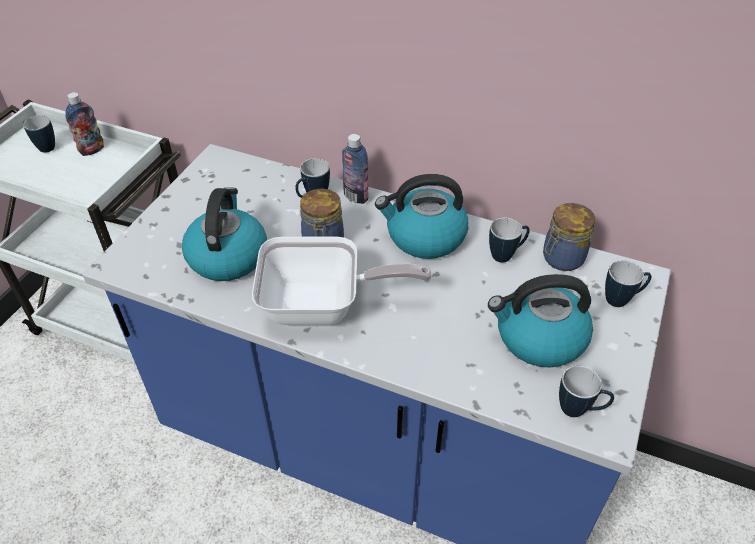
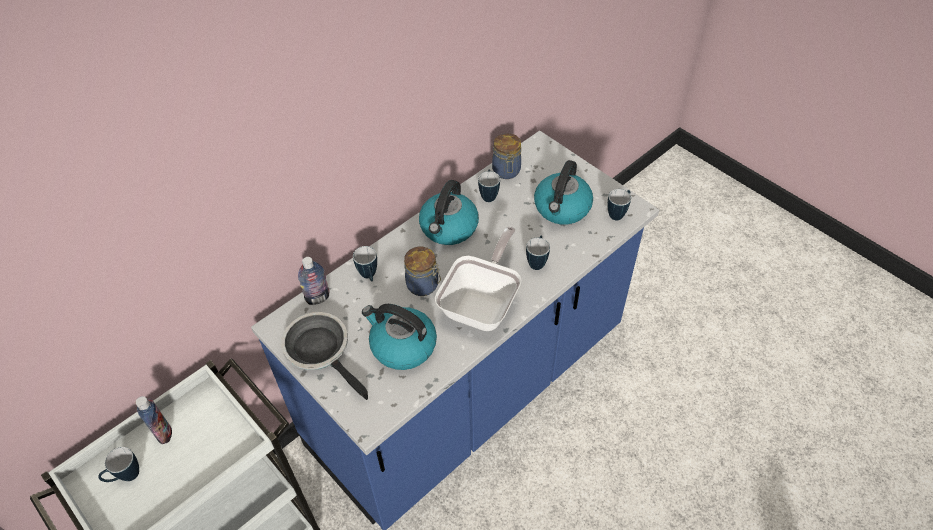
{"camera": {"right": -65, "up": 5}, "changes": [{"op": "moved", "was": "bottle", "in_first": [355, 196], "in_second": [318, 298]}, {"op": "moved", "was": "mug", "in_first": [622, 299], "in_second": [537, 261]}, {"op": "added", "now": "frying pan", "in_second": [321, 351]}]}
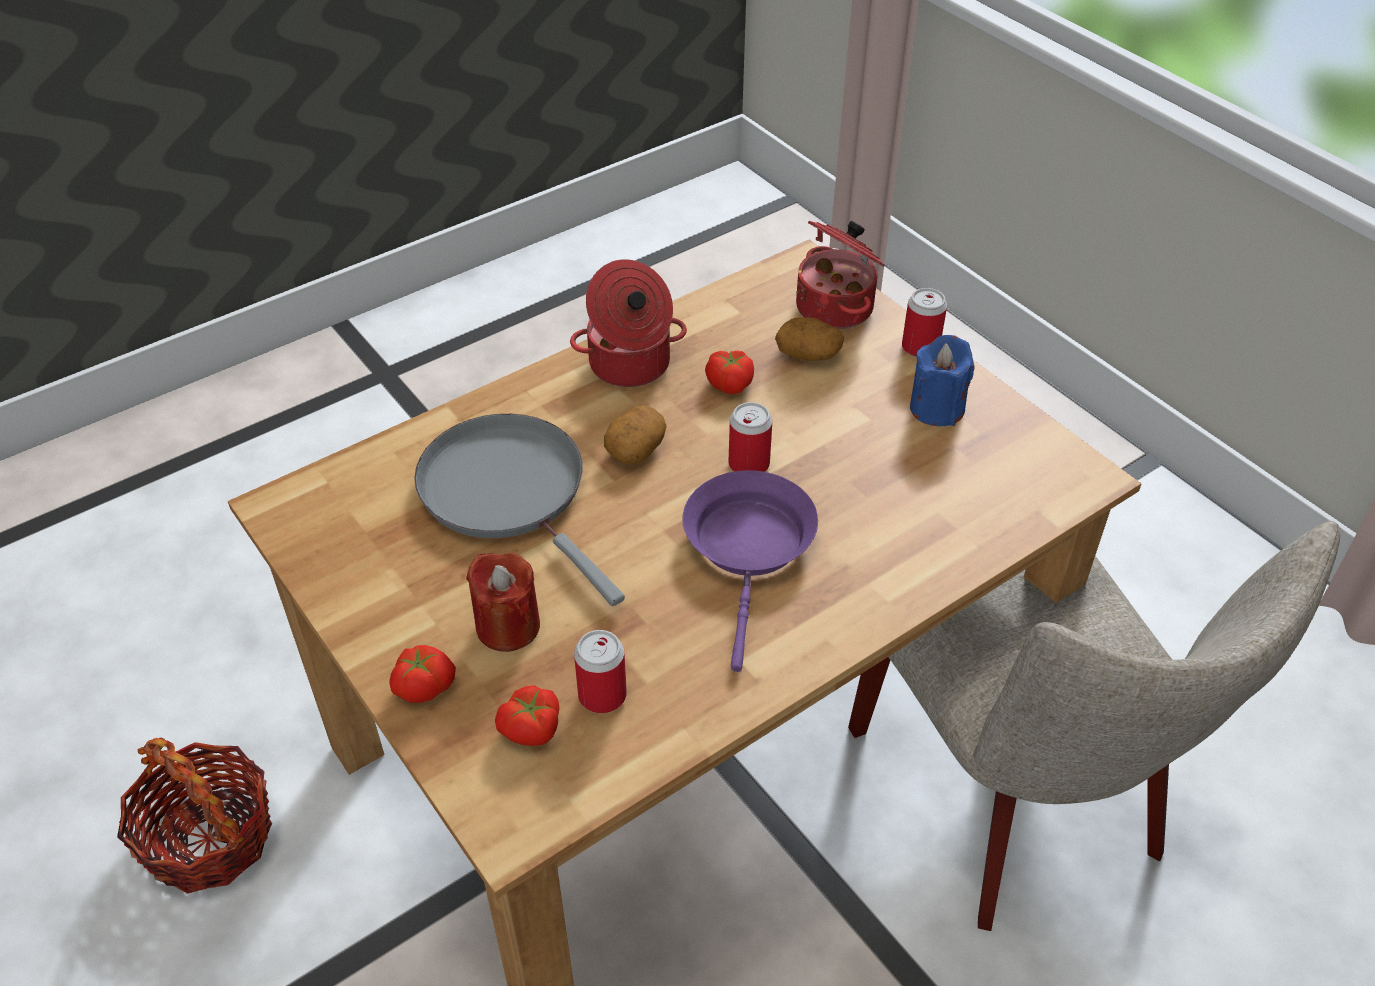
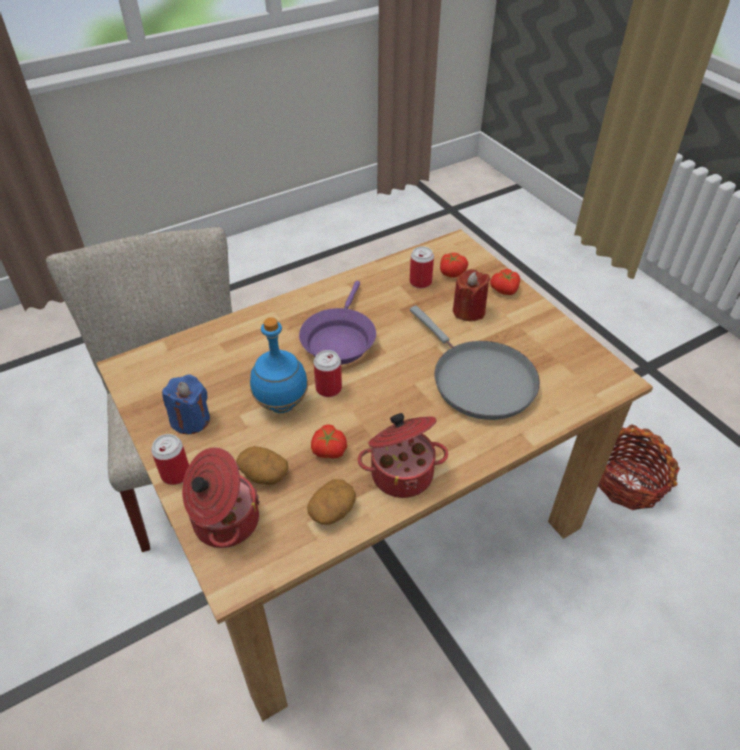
{"camera": {"right": -175, "up": 0}, "changes": [{"op": "moved", "was": "potato", "in_first": [635, 448], "in_second": [332, 511]}, {"op": "added", "now": "bottle (blue)", "in_second": [281, 404]}]}
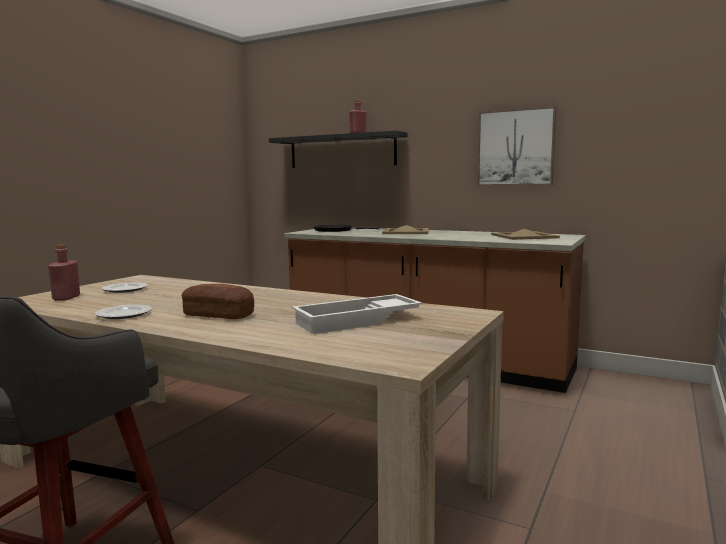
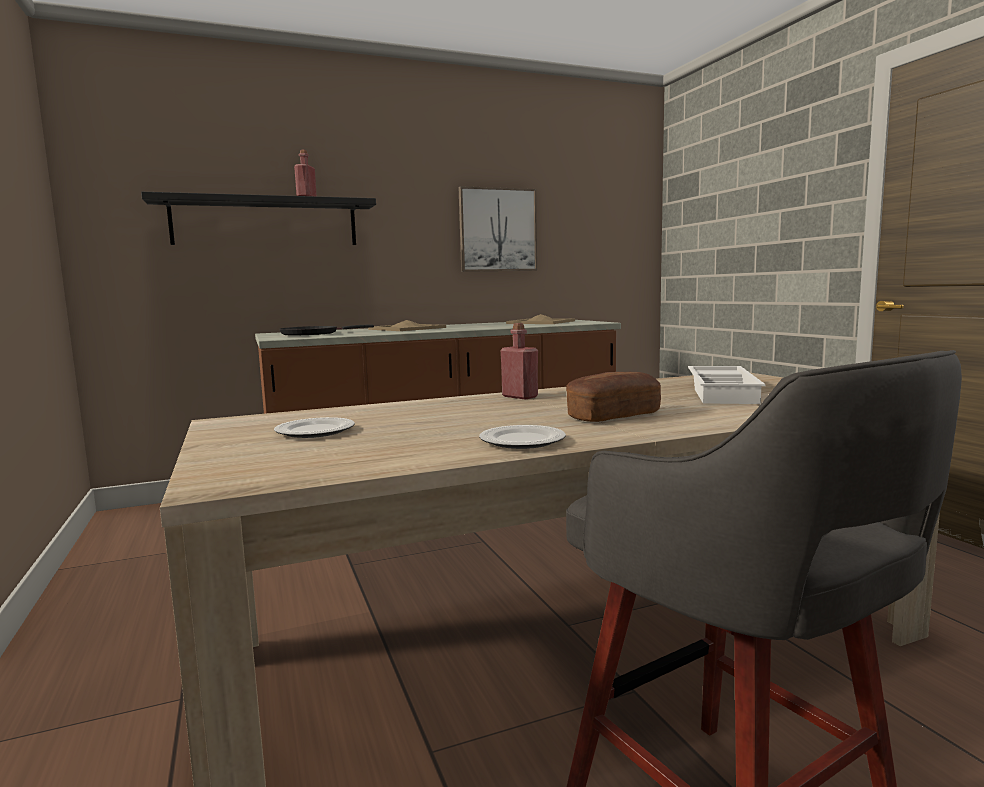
{"camera": {"right": -50, "up": 0}, "changes": [{"op": "moved", "was": "bottle (red)", "in_first": [66, 298], "in_second": [520, 396]}]}
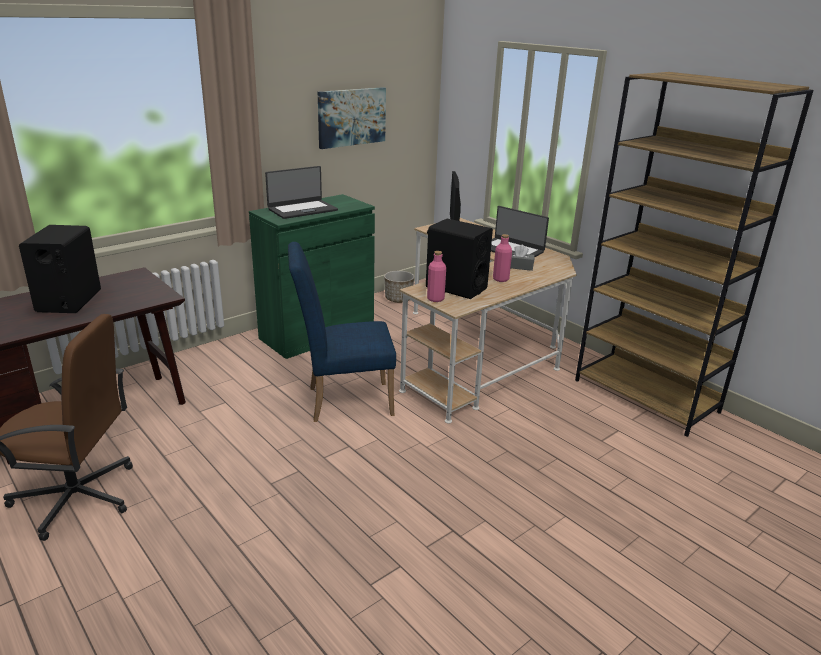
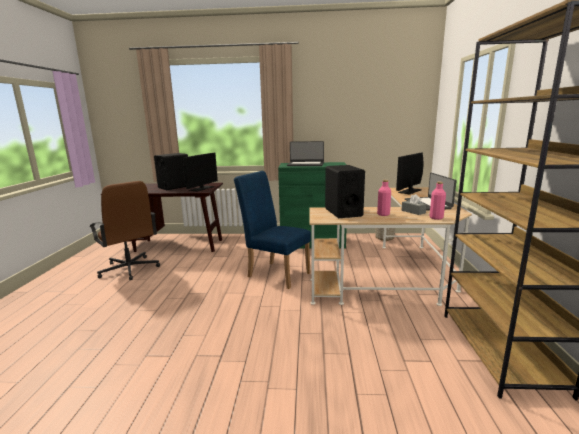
{"camera": {"right": 45, "up": -10}, "changes": [{"op": "removed", "was": "picture", "in_first": [351, 117]}, {"op": "moved", "was": "bottle (pink)", "in_first": [435, 299], "in_second": [436, 218]}, {"op": "added", "now": "monitor", "in_second": [201, 188]}]}
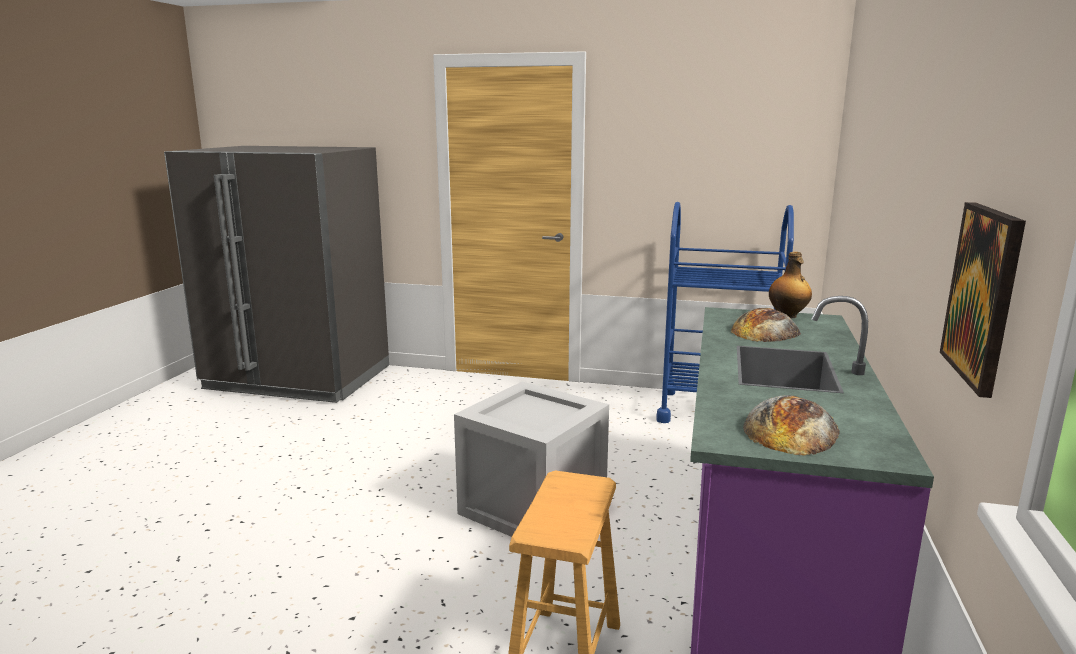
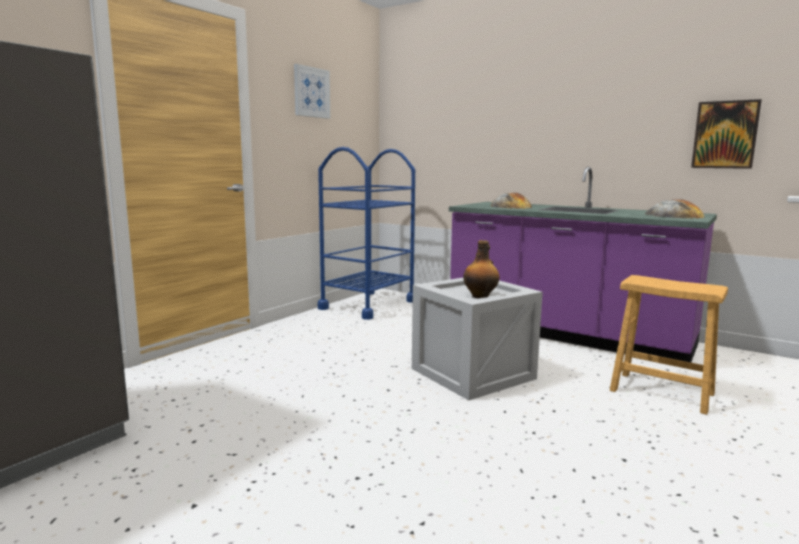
{"camera": {"right": -70, "up": -5}, "changes": [{"op": "moved", "was": "bottle", "in_first": [787, 316], "in_second": [480, 296]}, {"op": "added", "now": "picture", "in_second": [311, 92]}]}
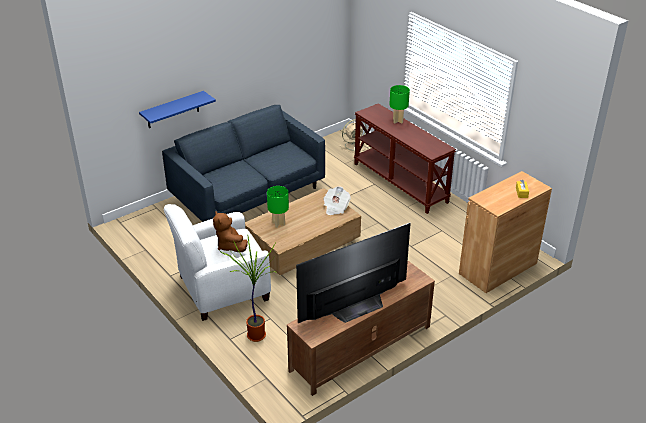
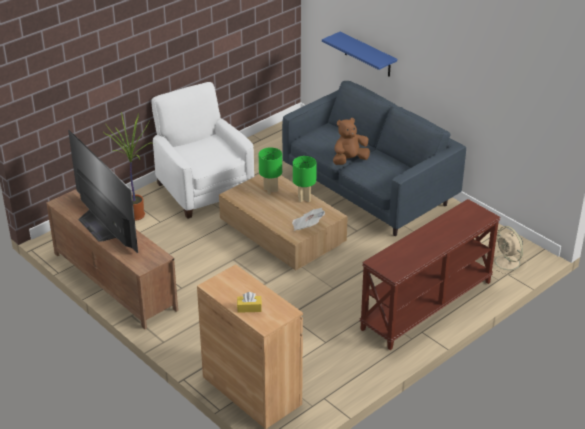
{"camera": {"right": 85, "up": 0}, "changes": [{"op": "moved", "was": "plush toy (brown)", "in_first": [230, 246], "in_second": [349, 160]}, {"op": "moved", "was": "table lamp (green)", "in_first": [398, 121], "in_second": [304, 199]}]}
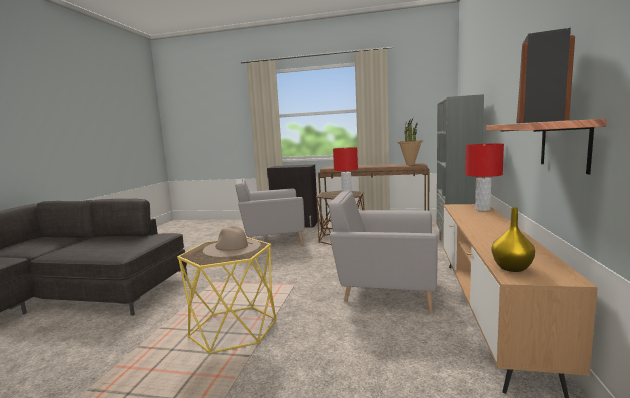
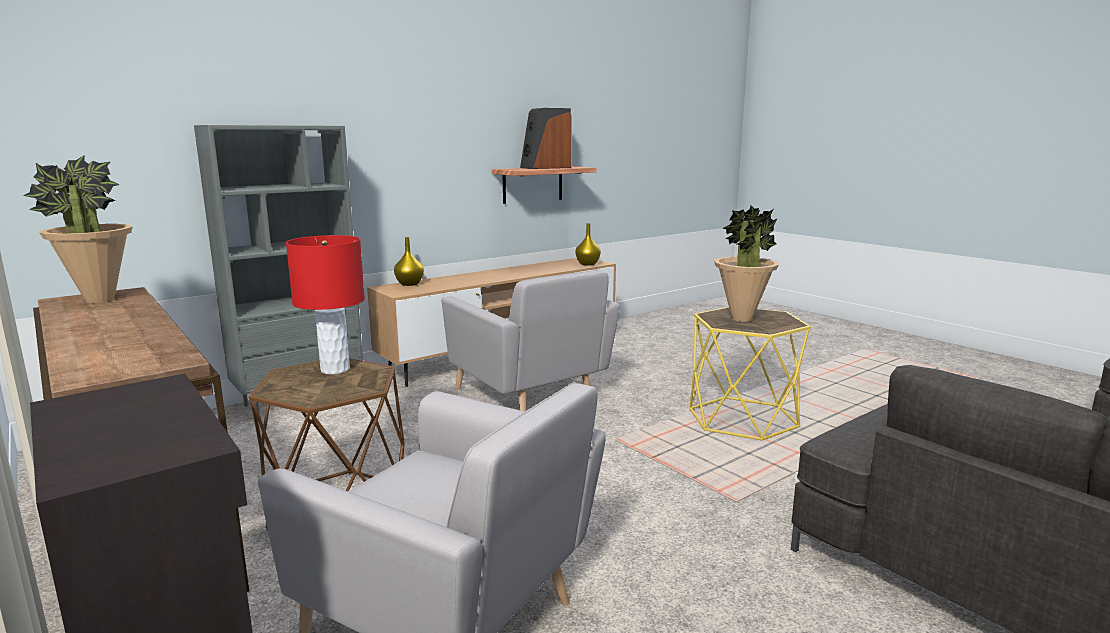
{"camera": {"right": -140, "up": 5}, "changes": [{"op": "replaced", "was": "hat (beige)", "now": "potted plant", "in_first": [231, 247], "in_second": [742, 319]}, {"op": "replaced", "was": "table lamp (red)", "now": "vase (yellow)", "in_first": [482, 209], "in_second": [409, 284]}]}
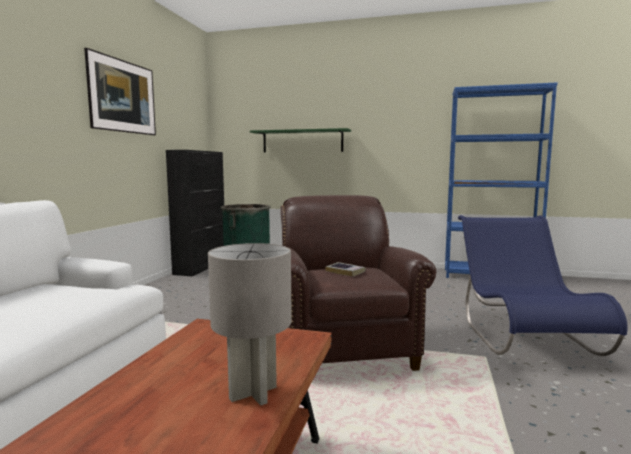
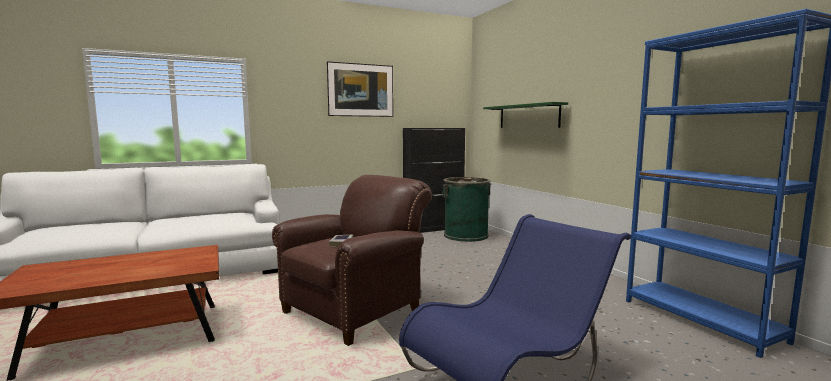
{"camera": {"right": 50, "up": 0}, "changes": [{"op": "removed", "was": "table lamp (grey)", "in_first": [252, 393]}]}
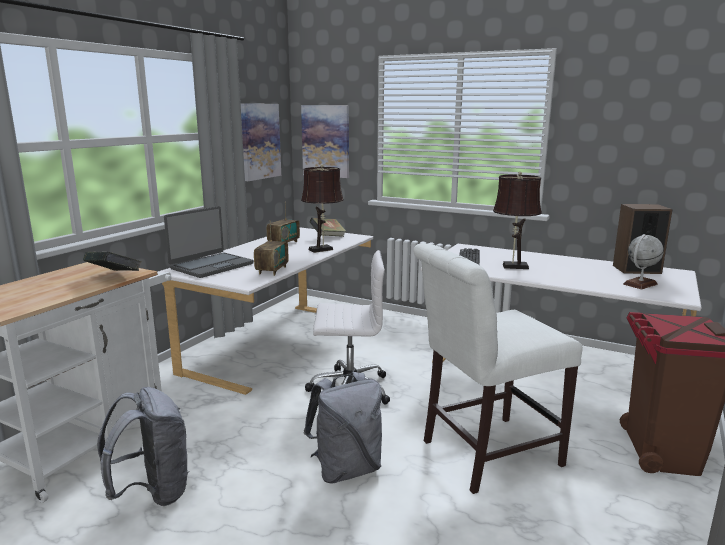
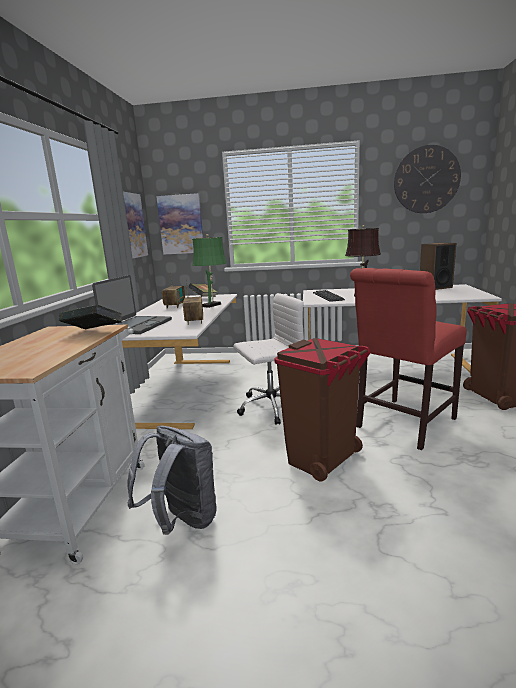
{"camera": {"right": -20, "up": 0}, "changes": [{"op": "recoloured", "was": "table lamp (brown)", "now": "table lamp (green)", "in_first": [323, 249], "in_second": [213, 305]}, {"op": "replaced", "was": "backpack (grey)", "now": "trash can (brown)", "in_first": [346, 469], "in_second": [322, 459]}, {"op": "recoloured", "was": "chair (white)", "now": "chair (red)", "in_first": [484, 454], "in_second": [402, 424]}, {"op": "removed", "was": "globe", "in_first": [640, 284]}, {"op": "added", "now": "wall clock", "in_second": [426, 180]}]}
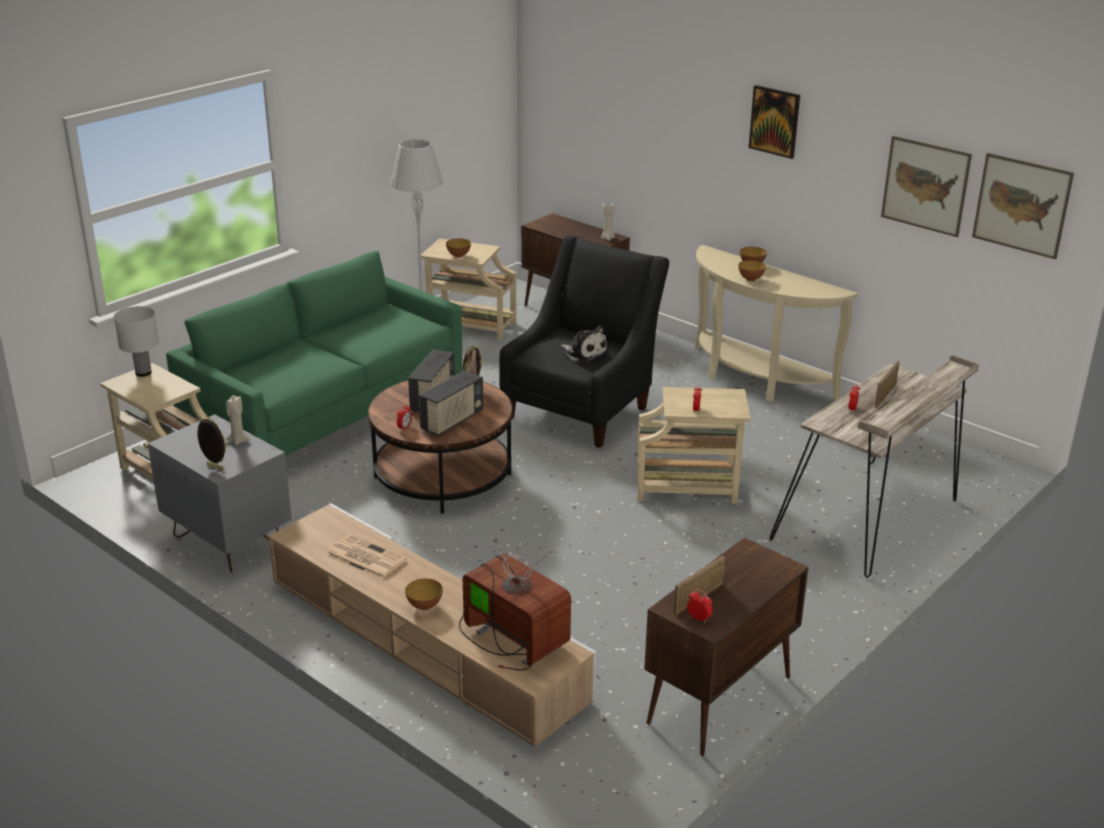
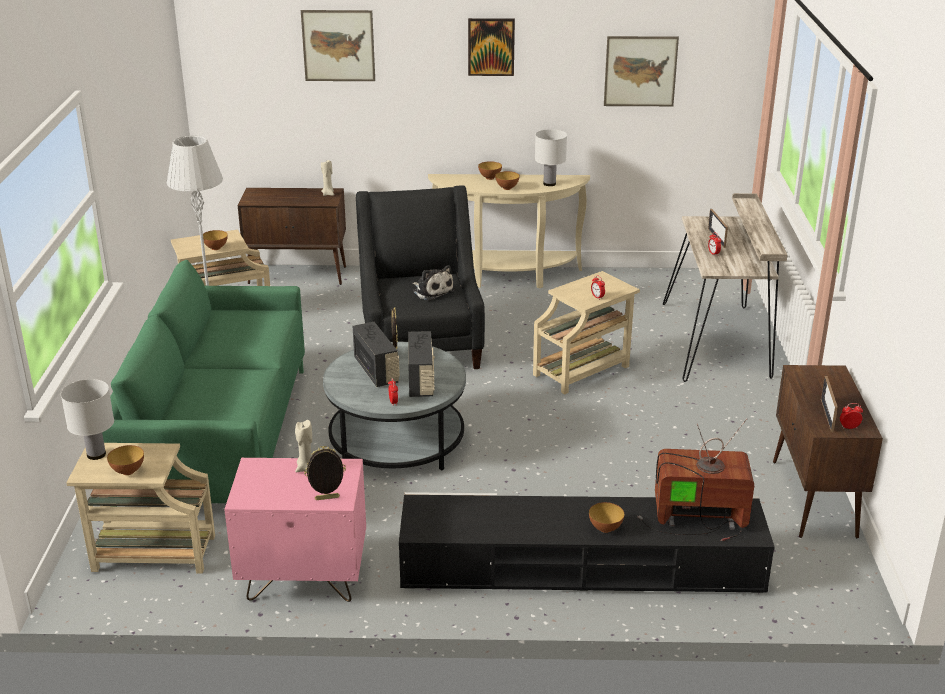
{"camera": {"right": -40, "up": 0}, "changes": [{"op": "recoloured", "was": "nightstand (grey)", "now": "nightstand (pink)", "in_first": [227, 541], "in_second": [303, 579]}, {"op": "recoloured", "was": "tv stand (beige)", "now": "tv stand (black)", "in_first": [423, 640], "in_second": [579, 566]}, {"op": "removed", "was": "newspaper", "in_first": [364, 558]}, {"op": "recoloured", "was": "coffee table (brown)", "now": "coffee table (grey)", "in_first": [442, 475], "in_second": [396, 441]}, {"op": "turned", "was": "plush toy", "in_first": [583, 353], "in_second": [432, 291], "clockwise": 45}, {"op": "moved", "was": "picture", "in_first": [1022, 205], "in_second": [338, 45]}, {"op": "added", "now": "bowl", "in_second": [128, 471]}, {"op": "added", "now": "table lamp (white)", "in_second": [549, 183]}]}
